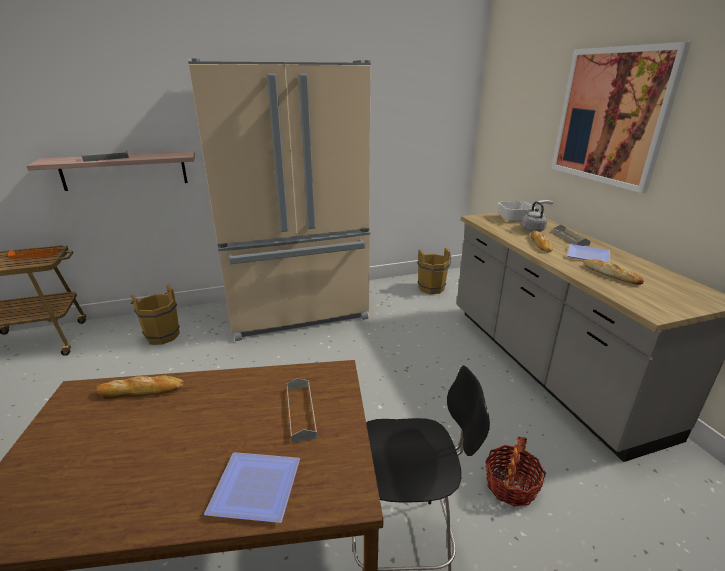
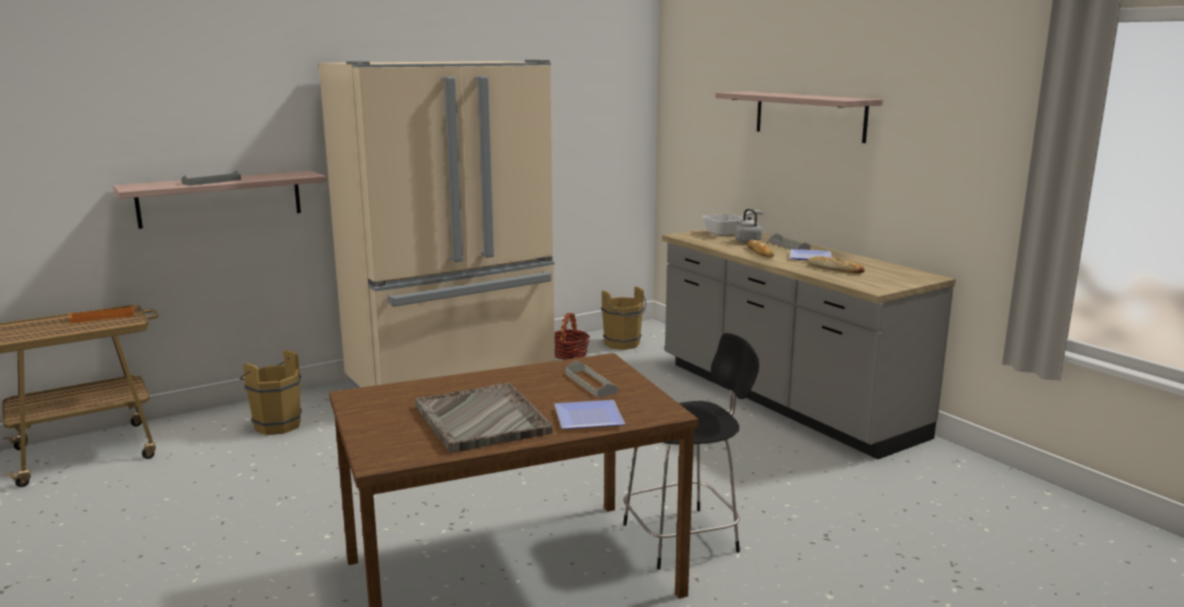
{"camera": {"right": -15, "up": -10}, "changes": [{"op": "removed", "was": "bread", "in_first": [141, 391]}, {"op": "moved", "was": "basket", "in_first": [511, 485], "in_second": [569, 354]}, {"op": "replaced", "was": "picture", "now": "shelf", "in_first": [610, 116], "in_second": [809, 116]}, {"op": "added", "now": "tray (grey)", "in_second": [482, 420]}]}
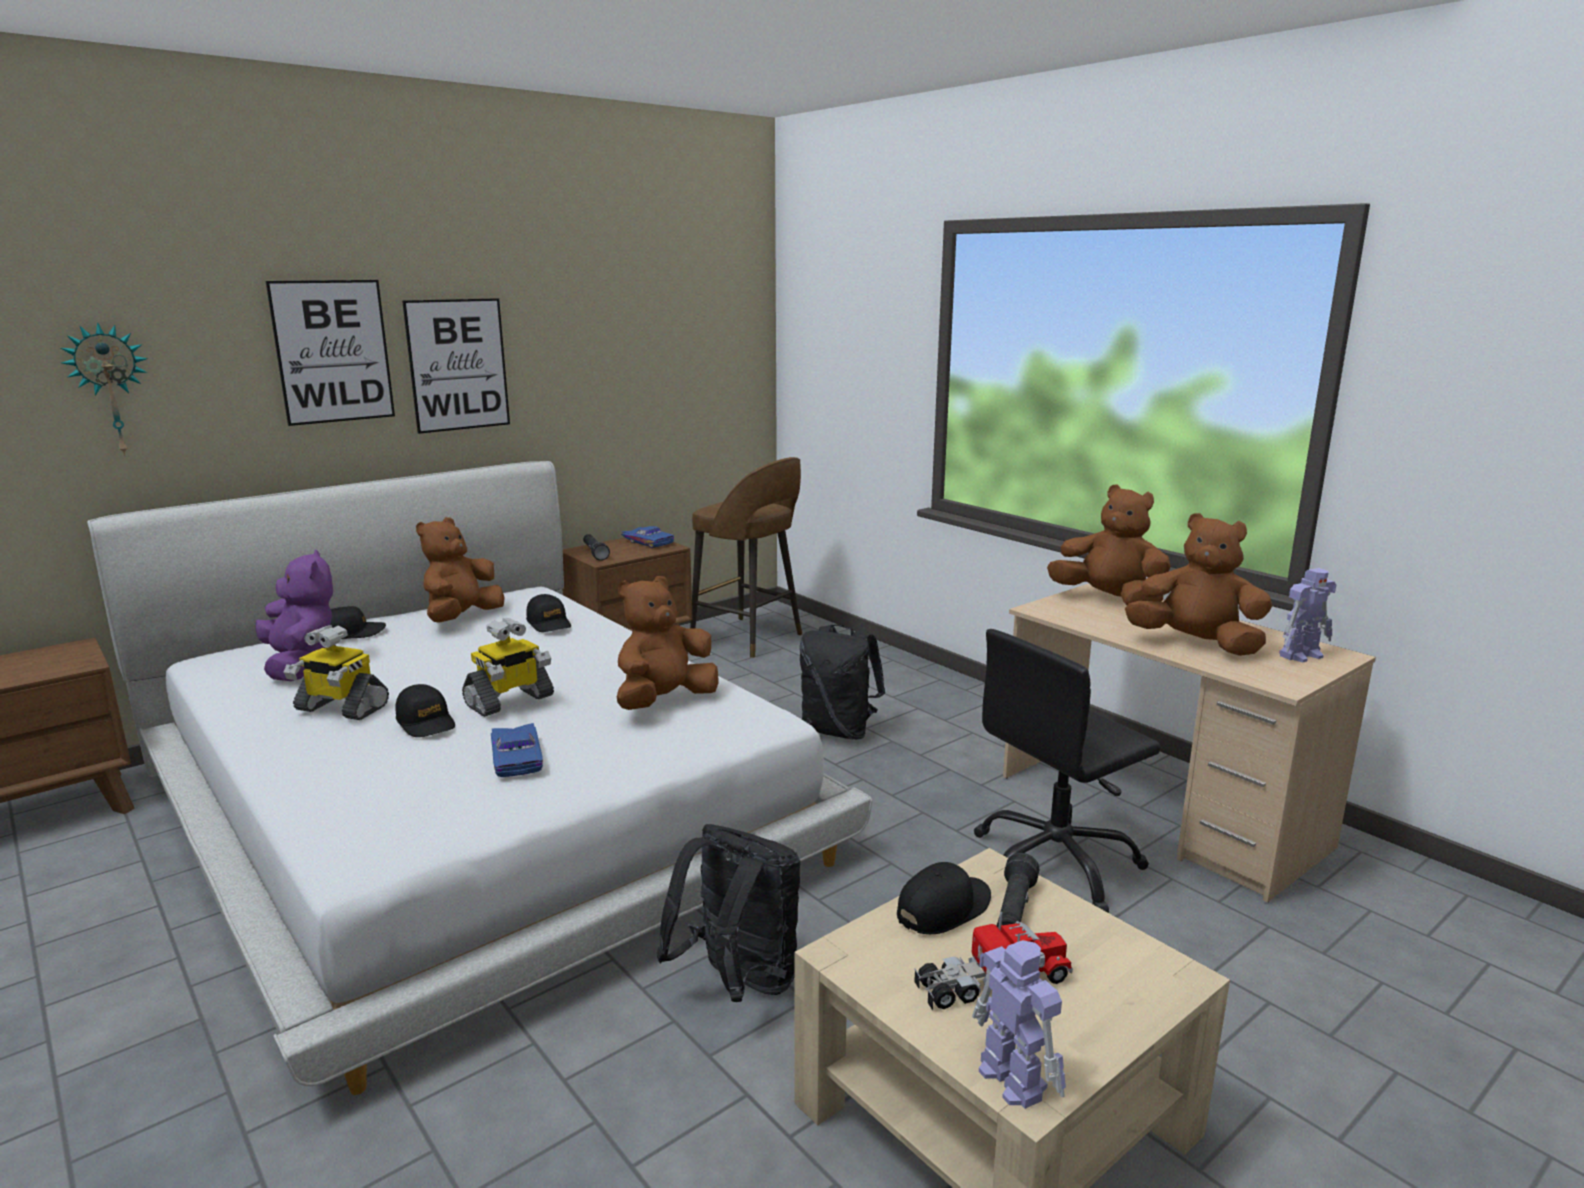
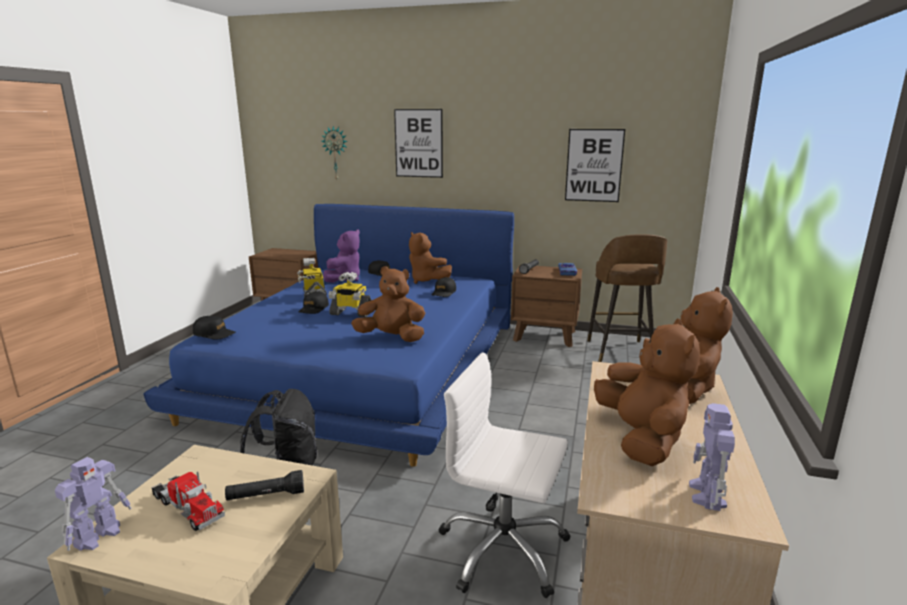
{"camera": {"right": 55, "up": 0}, "changes": [{"op": "recoloured", "was": "bed (white)", "now": "bed (blue)", "in_first": [476, 808], "in_second": [366, 365]}, {"op": "moved", "was": "picture", "in_first": [458, 365], "in_second": [594, 165]}, {"op": "turned", "was": "plush toy (brown)", "in_first": [462, 618], "in_second": [426, 281], "clockwise": -120}, {"op": "removed", "was": "toy car (blue)", "in_first": [520, 758]}, {"op": "removed", "was": "backpack (black)", "in_first": [839, 731]}, {"op": "moved", "was": "cap (black)", "in_first": [943, 908], "in_second": [214, 334]}, {"op": "recoloured", "was": "office chair (black)", "now": "office chair (white)", "in_first": [1055, 864], "in_second": [503, 550]}, {"op": "turned", "was": "toy robot", "in_first": [1301, 655], "in_second": [707, 496], "clockwise": 75}]}
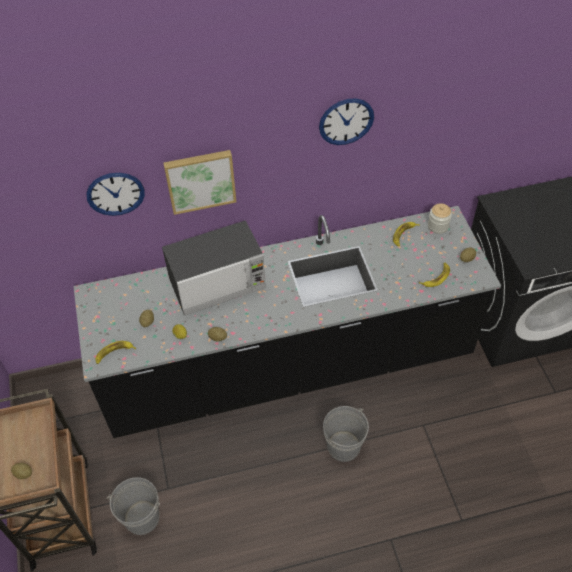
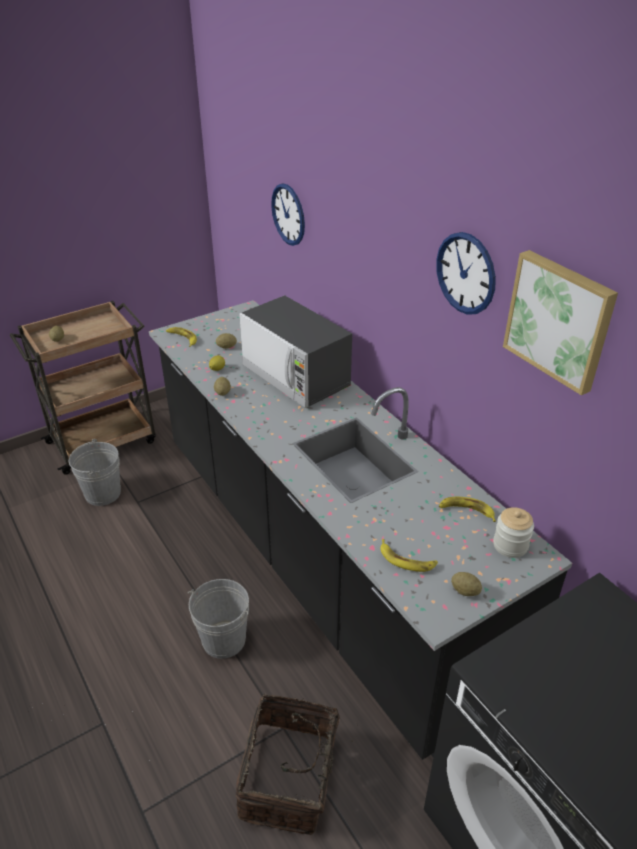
{"camera": {"right": 70, "up": -15}, "changes": [{"op": "moved", "was": "picture", "in_first": [200, 180], "in_second": [559, 320]}, {"op": "added", "now": "basket", "in_second": [290, 779]}]}
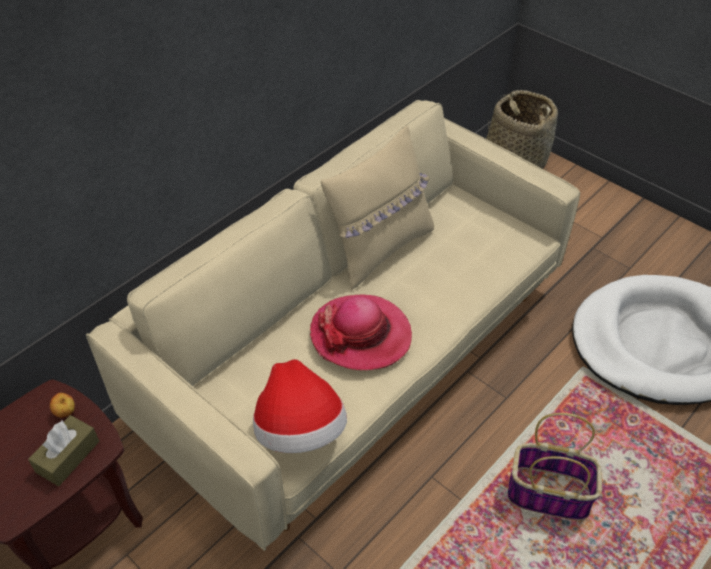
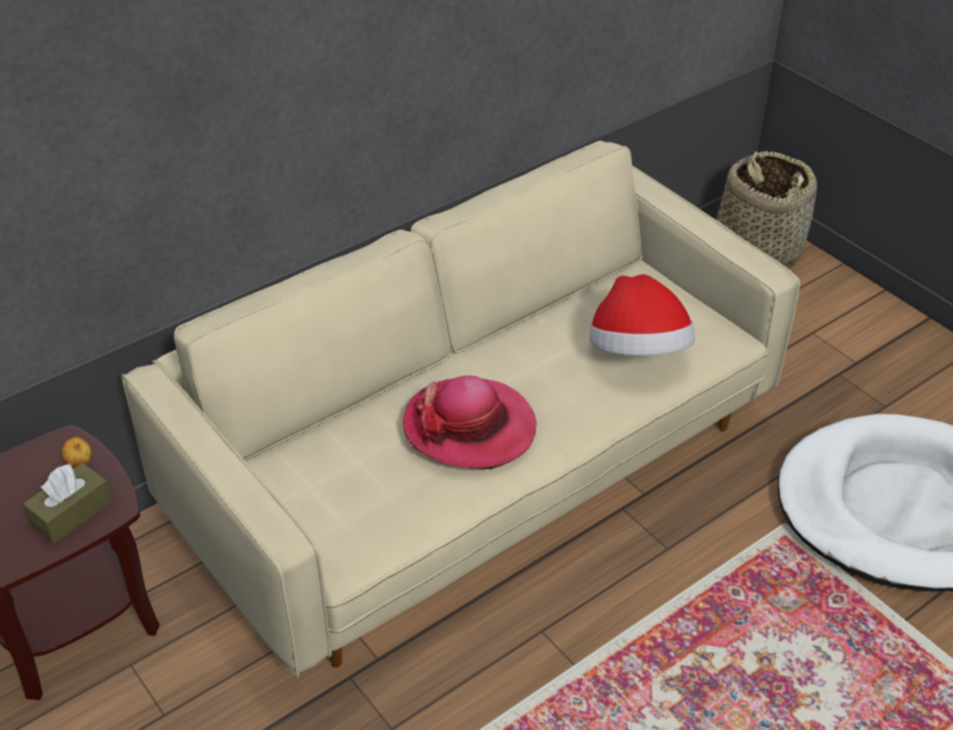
{"camera": {"right": 10, "up": -5}, "changes": [{"op": "moved", "was": "hat", "in_first": [300, 430], "in_second": [638, 353]}, {"op": "removed", "was": "pillow (beige)", "in_first": [380, 249]}, {"op": "removed", "was": "basket", "in_first": [549, 494]}]}
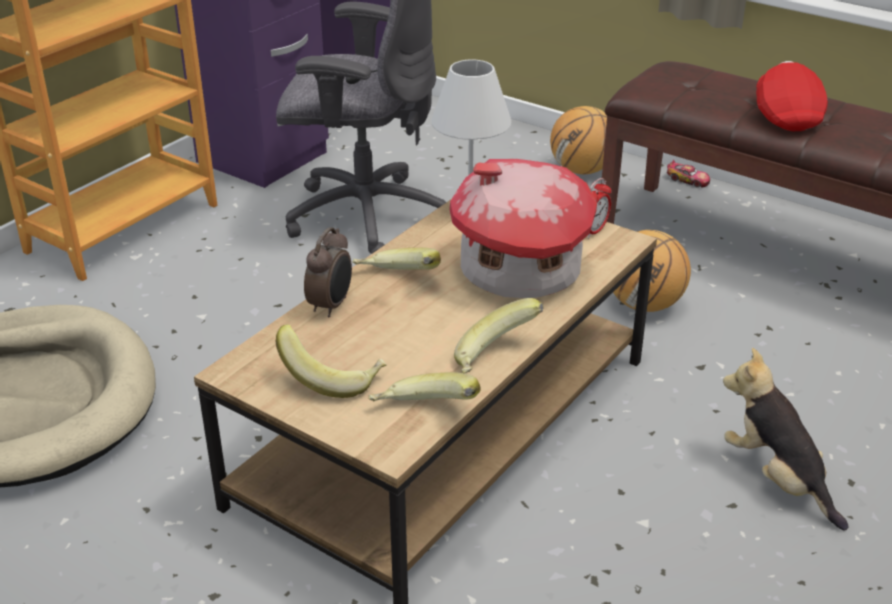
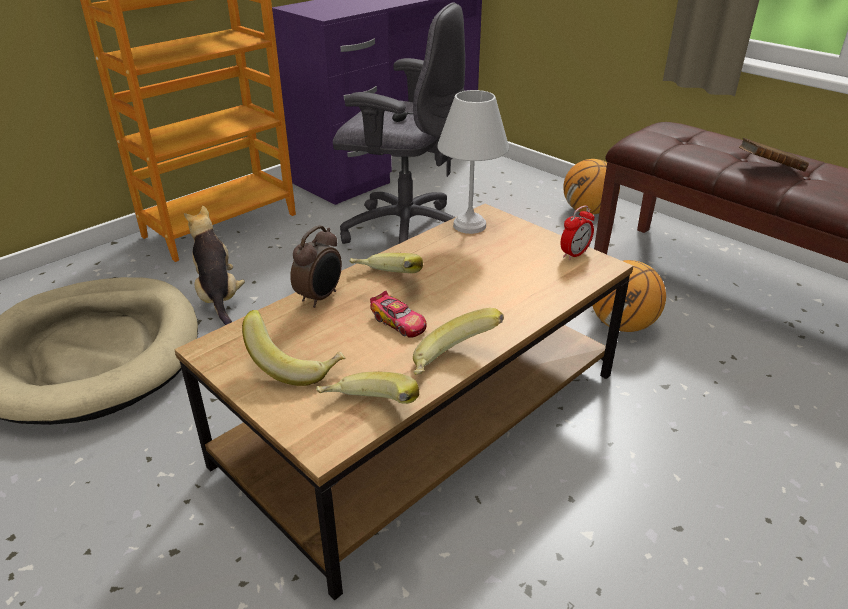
{"camera": {"right": 10, "up": 0}, "changes": [{"op": "removed", "was": "toy house", "in_first": [518, 273]}, {"op": "moved", "was": "toy car", "in_first": [688, 180], "in_second": [399, 322]}, {"op": "moved", "was": "plush toy", "in_first": [777, 478], "in_second": [219, 296]}, {"op": "replaced", "was": "cap (red)", "now": "book (brown)", "in_first": [786, 116], "in_second": [768, 169]}]}
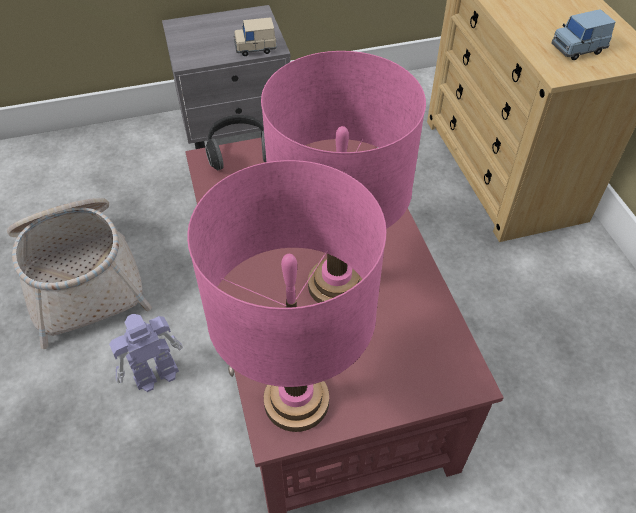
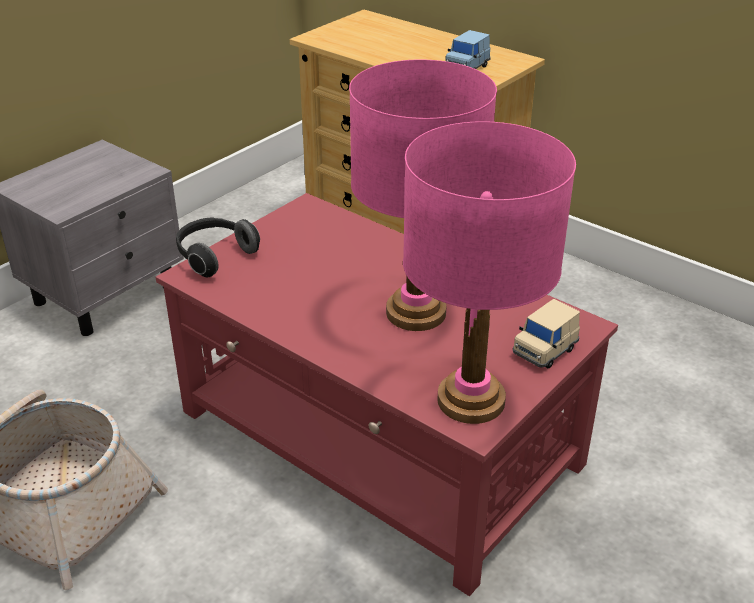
{"camera": {"right": -35, "up": -15}, "changes": [{"op": "removed", "was": "toy robot", "in_first": [154, 375]}, {"op": "moved", "was": "toy car (beige)", "in_first": [255, 48], "in_second": [544, 350]}]}
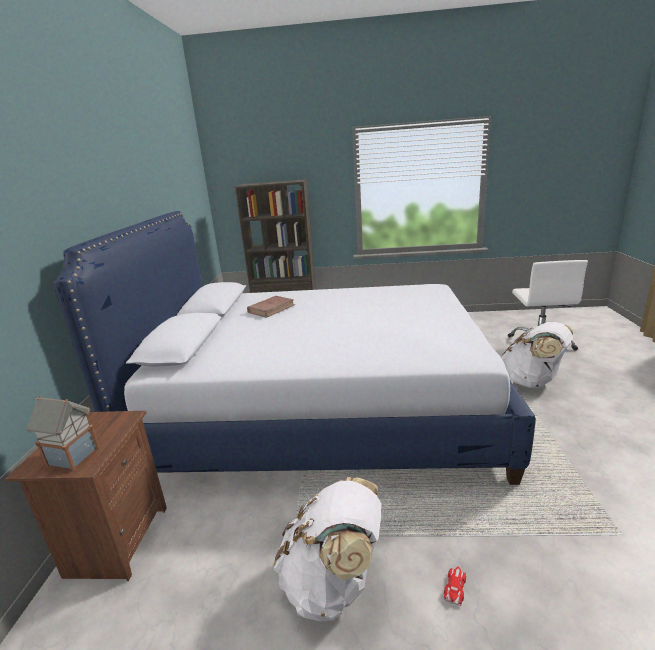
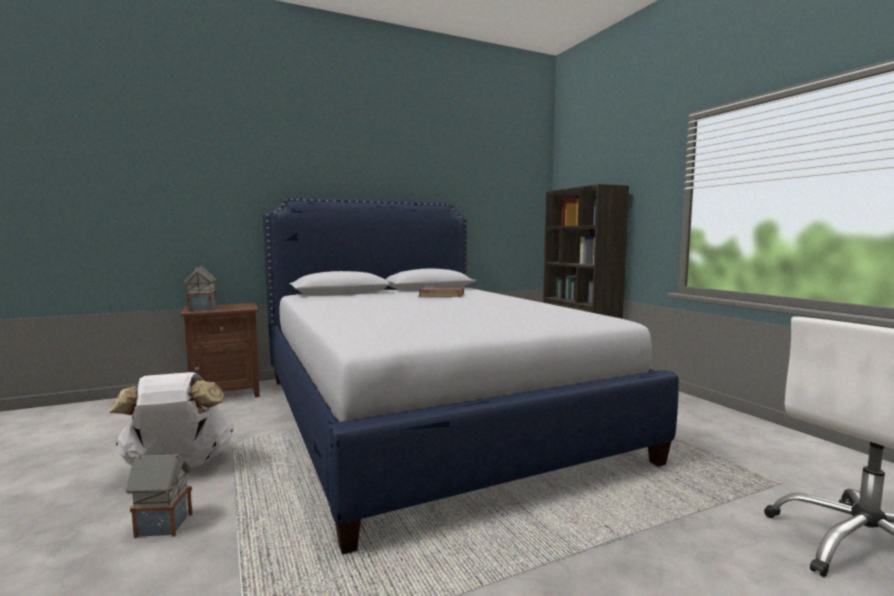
{"camera": {"right": 60, "up": -15}, "changes": [{"op": "replaced", "was": "toy car", "now": "toy house", "in_first": [455, 587], "in_second": [162, 525]}, {"op": "removed", "was": "backpack (white)", "in_first": [532, 382]}]}
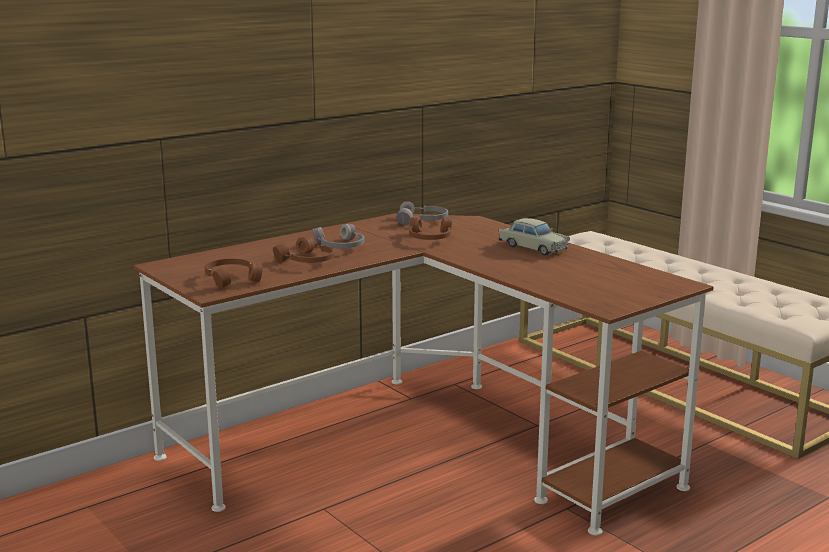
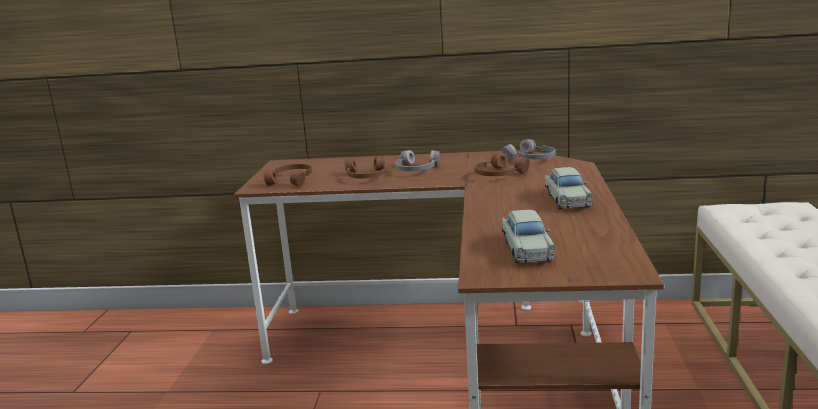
{"camera": {"right": 45, "up": 0}, "changes": [{"op": "added", "now": "toy car (beige)", "in_second": [527, 249]}]}
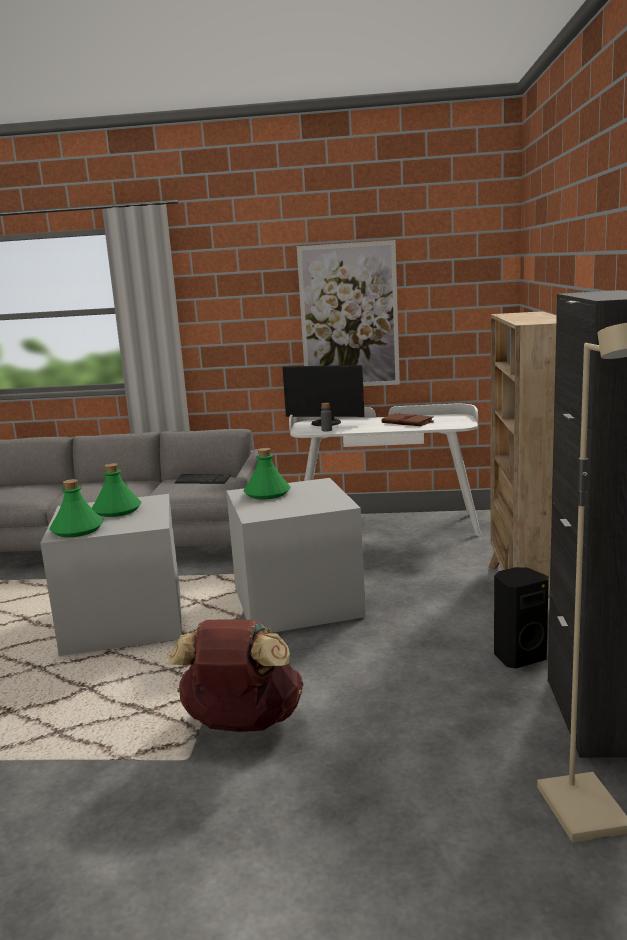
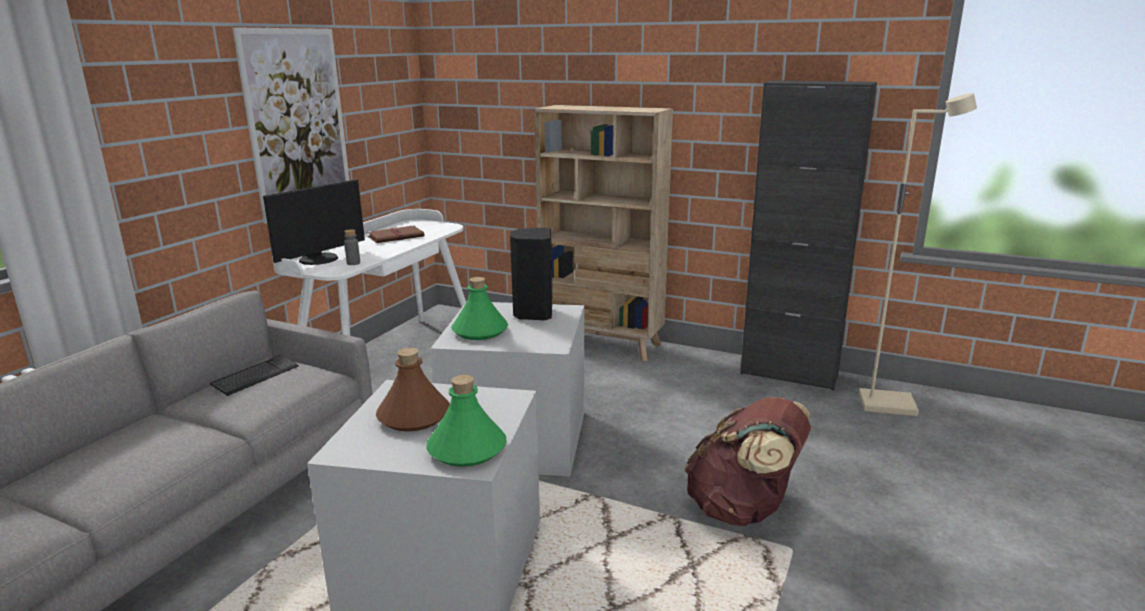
{"camera": {"right": -70, "up": 5}, "changes": [{"op": "recoloured", "was": "bottle (green)", "now": "bottle (brown)", "in_first": [117, 510], "in_second": [414, 416]}, {"op": "moved", "was": "speaker (black)", "in_first": [518, 657], "in_second": [533, 314]}]}
